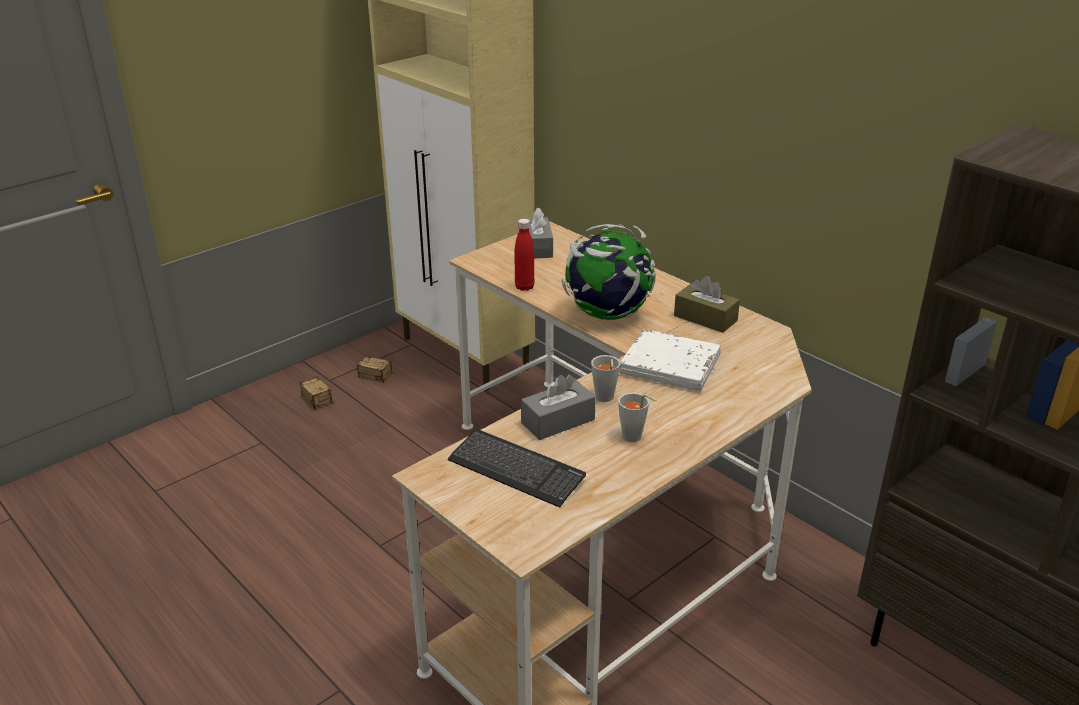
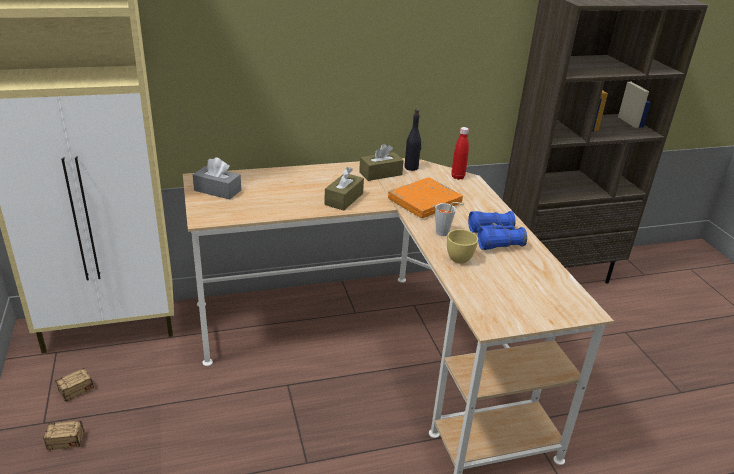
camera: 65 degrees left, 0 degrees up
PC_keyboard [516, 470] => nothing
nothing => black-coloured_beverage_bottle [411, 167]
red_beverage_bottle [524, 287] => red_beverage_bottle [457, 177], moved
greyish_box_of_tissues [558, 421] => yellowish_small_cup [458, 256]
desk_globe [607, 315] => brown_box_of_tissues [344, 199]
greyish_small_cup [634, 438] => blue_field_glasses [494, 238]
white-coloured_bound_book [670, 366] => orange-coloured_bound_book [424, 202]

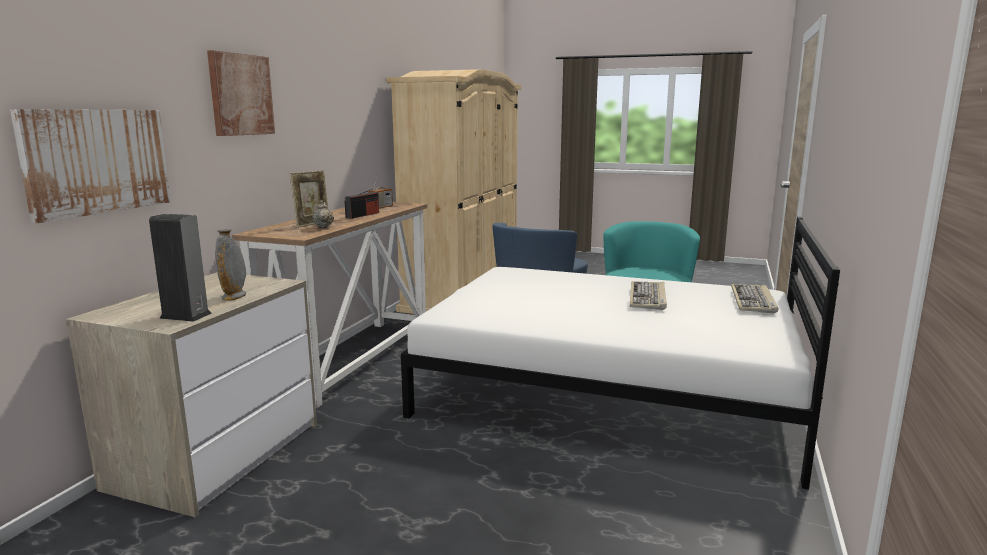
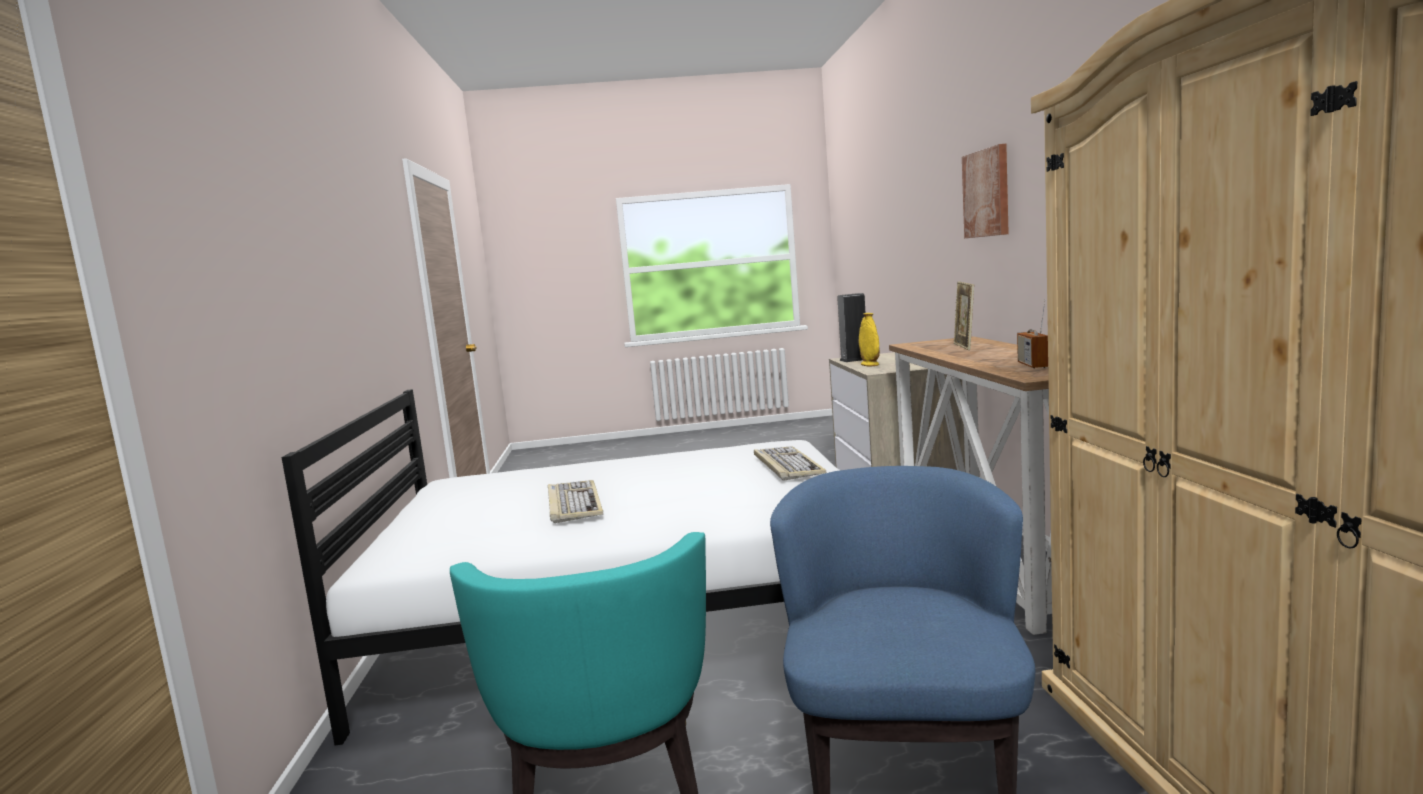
camera: 155 degrees right, 5 degrees down
picture [97, 161] => nothing
beige-coloured_teapot [324, 227] => nothing
radio_set [362, 215] => nothing
PC_keyboard [753, 301] => PC_keyboard [786, 466], moved
greyish_decorative_vase [234, 296] => yellowish_decorative_vase [870, 365]

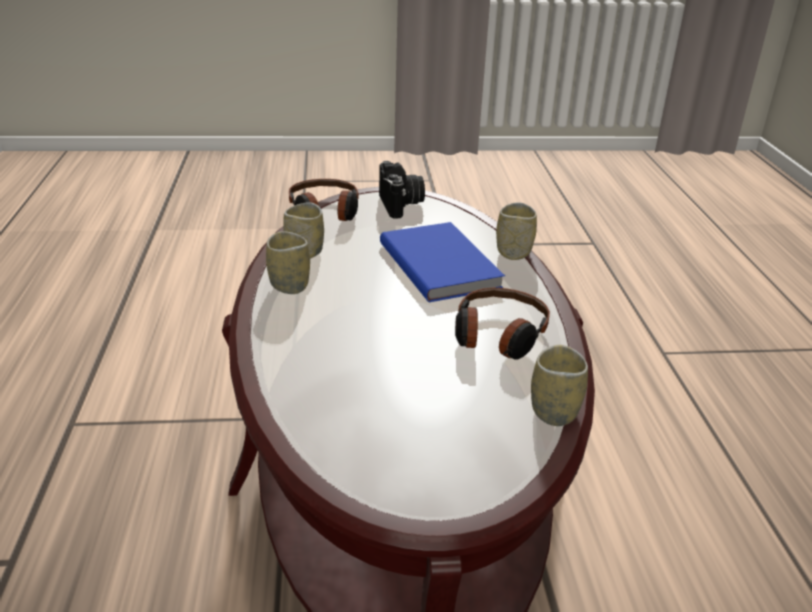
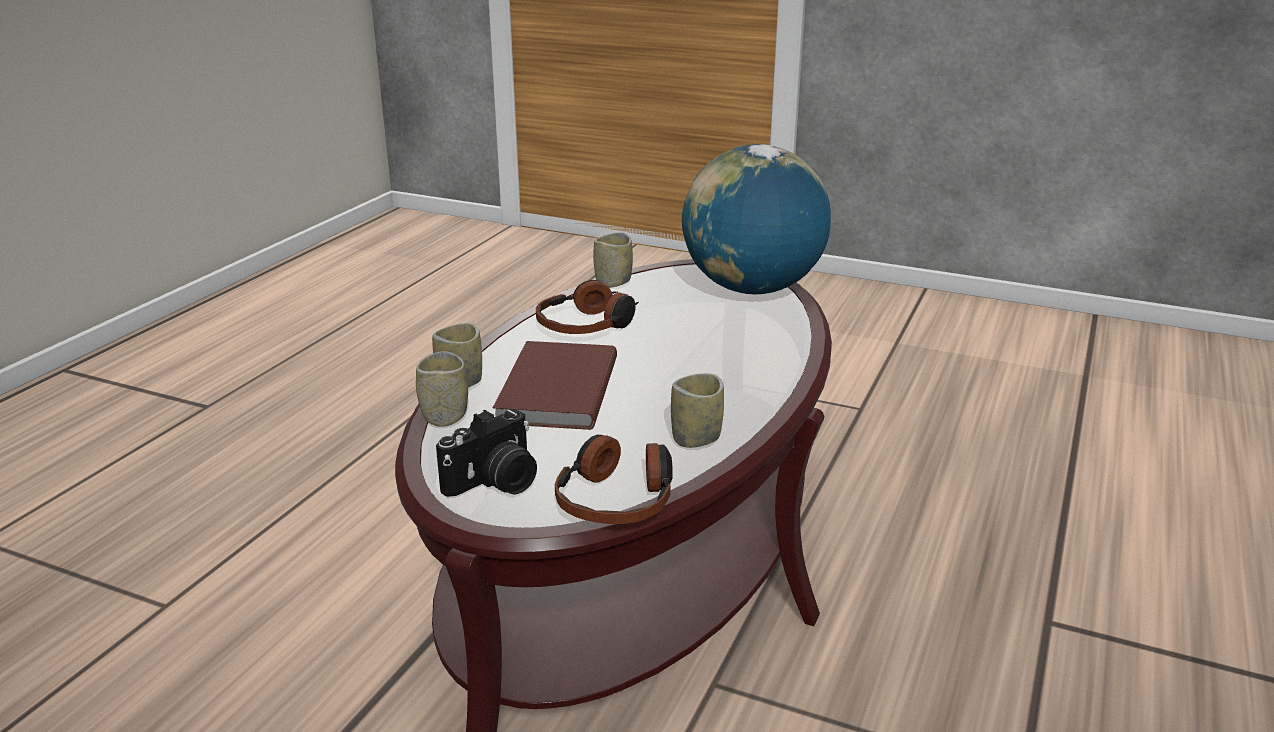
camera: 150 degrees left, 5 degrees down
nothing => desk_globe [752, 288]
small_cup [289, 285] => small_cup [444, 416], moved
blue_bound_book [441, 264] => brown_bound_book [554, 391]
still_camera [401, 205] => still_camera [495, 483], 150 degrees counterclockwise

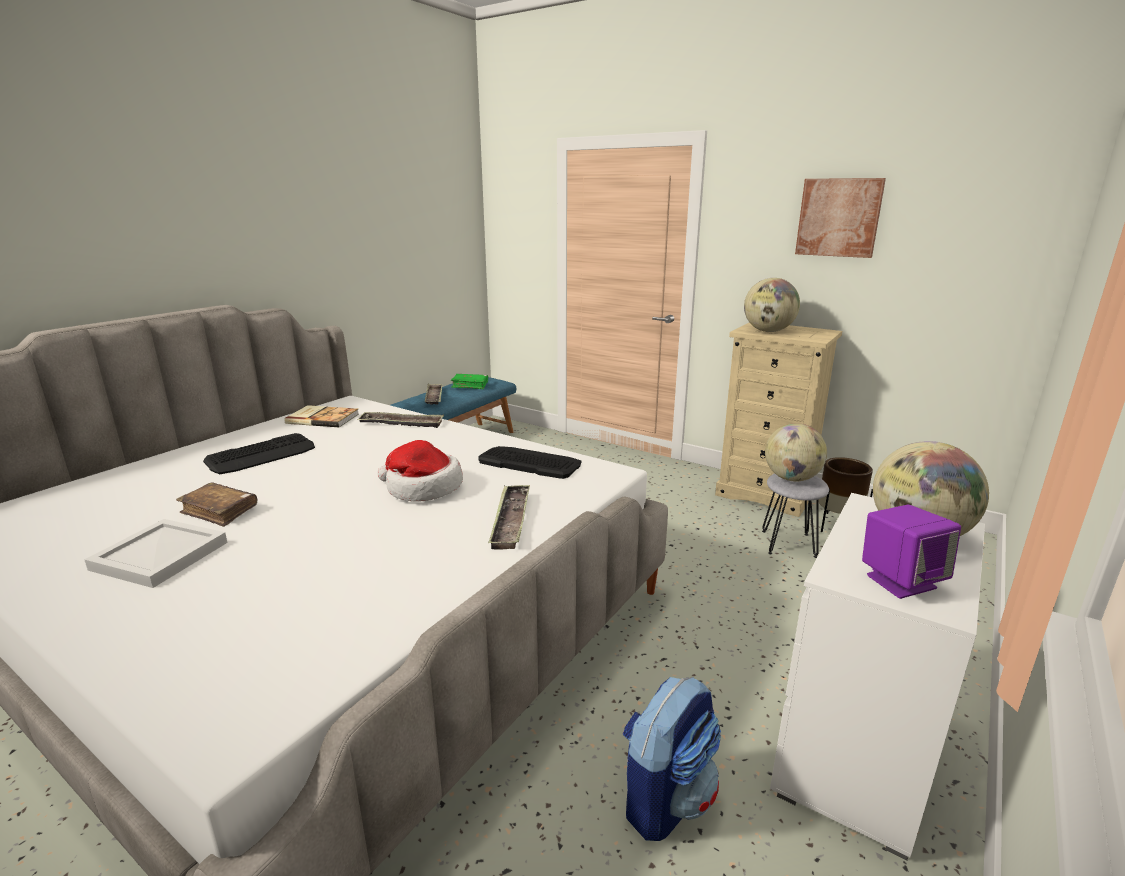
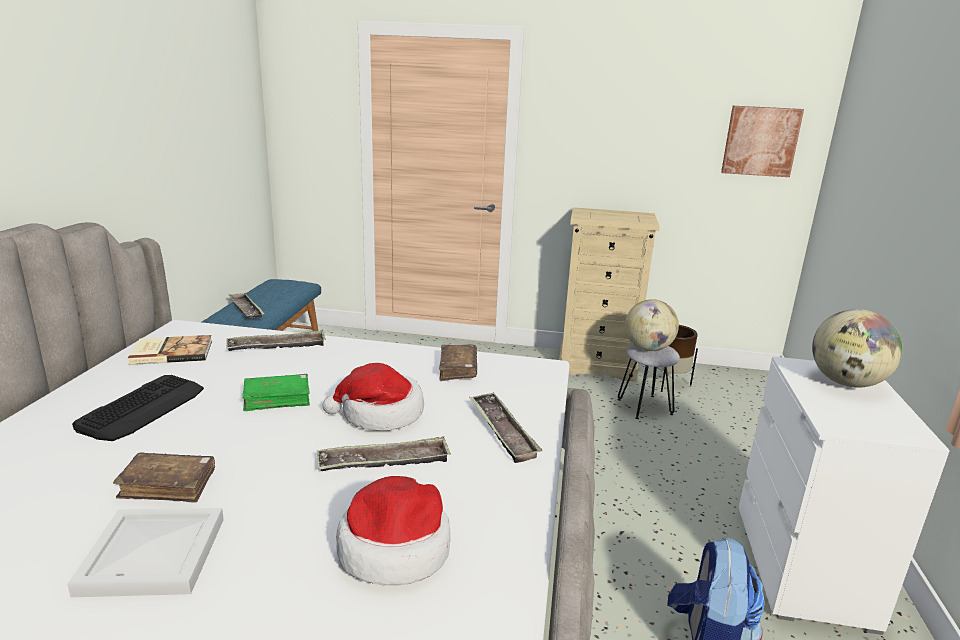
camera: 25 degrees left, 0 degrees up
desk_globe [768, 331] => nothing
purplish_audio_speaker [900, 581] => nothing
nothing => tray [384, 462]
nothing => clothing_hat [395, 548]
green-coloured_bound_book [470, 385] => green-coloured_bound_book [277, 399], moved
picture [838, 217] => picture [760, 141], moved
PC_keyboard [529, 462] => brown_bound_book [458, 369]

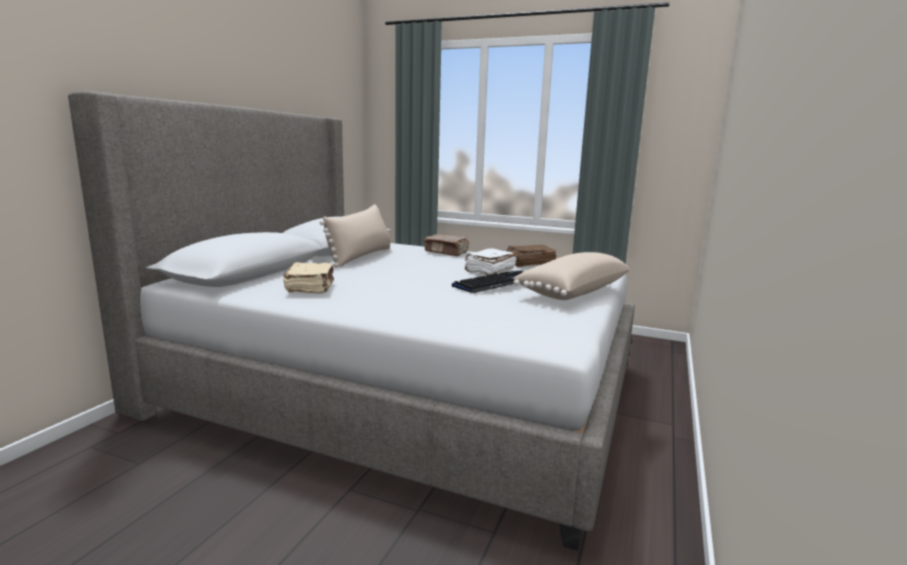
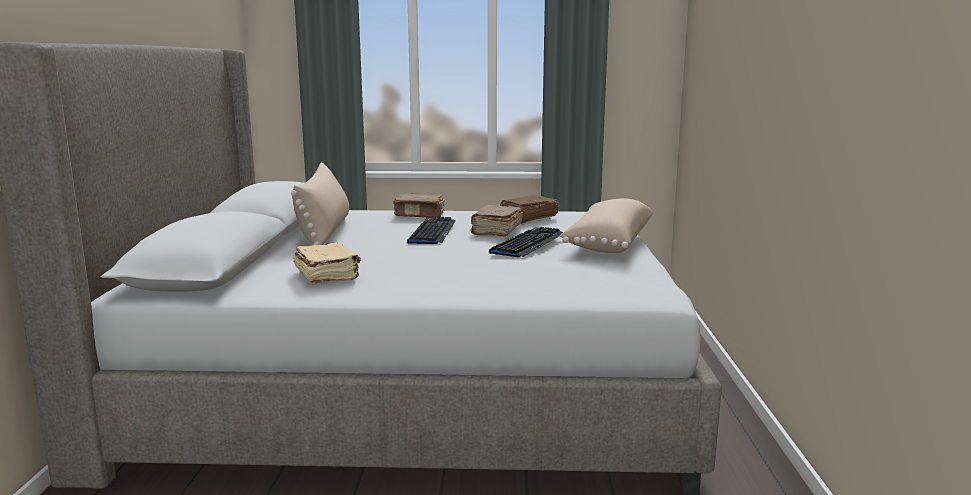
camera: 20 degrees left, 0 degrees up
nothing => PC_keyboard [432, 232]
white-coloured_bound_book [489, 270] => brown_bound_book [496, 230]

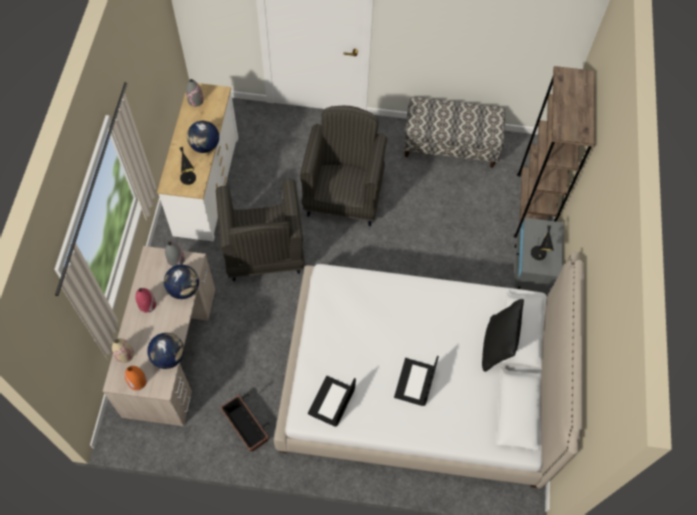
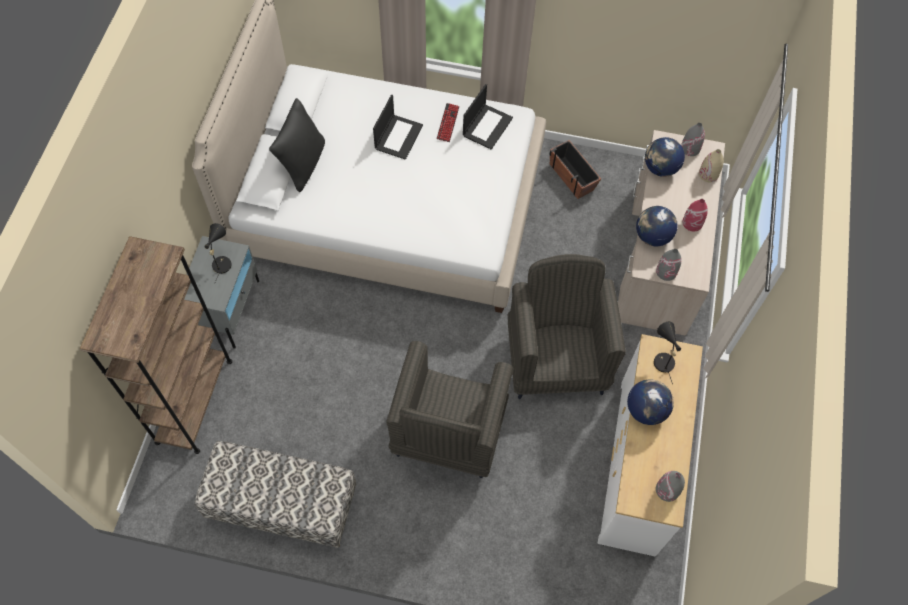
camera: 175 degrees left, 0 degrees up
nothing => PC_keyboard [448, 123]
orange-coloured_decorative_vase [137, 381] => greyish_decorative_vase [690, 148]

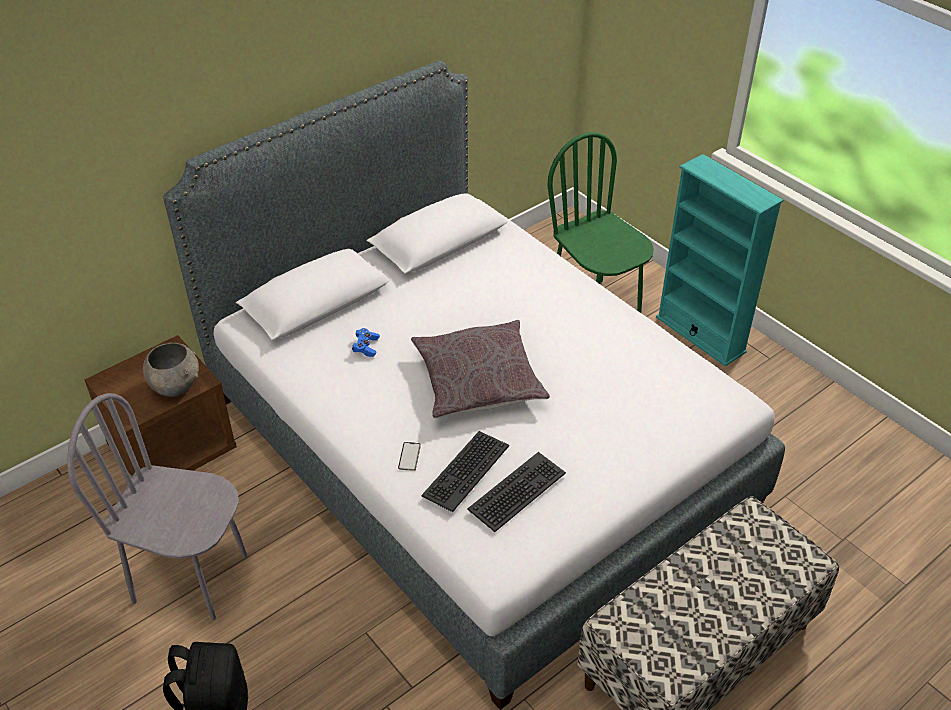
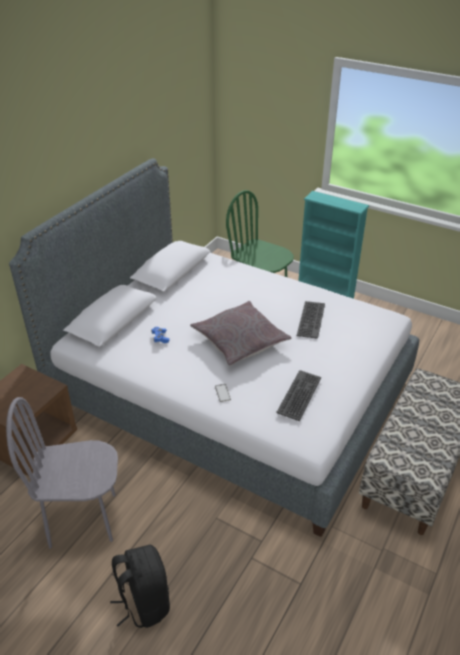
camera: 20 degrees left, 5 degrees down
greyish_deep_dish [176, 386] => nothing
PC_keyboard [465, 470] => PC_keyboard [310, 319], moved

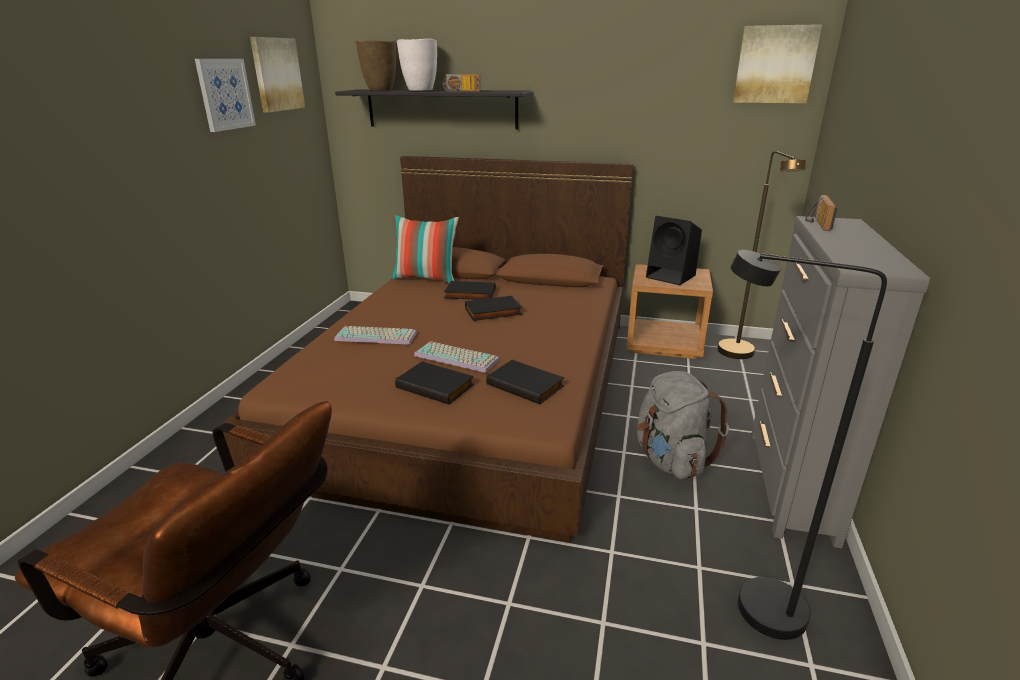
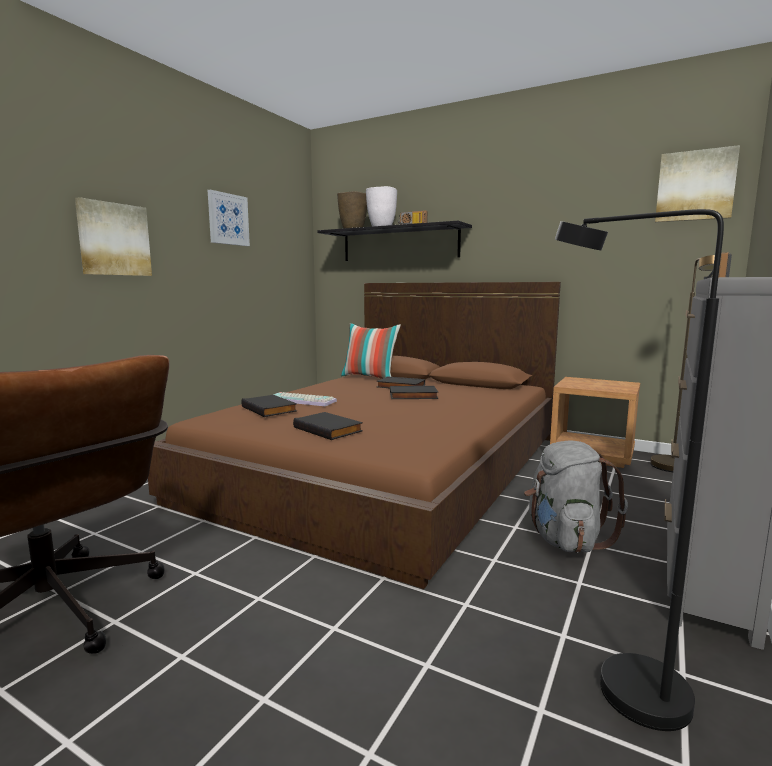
camera: 15 degrees right, 15 degrees down
PC_keyboard [458, 357] => nothing
black-coloured_audio_speaker [672, 276] => nothing
picture [276, 74] => picture [114, 239], moved
black-coloured_bound_book [526, 384] => black-coloured_bound_book [270, 409], moved

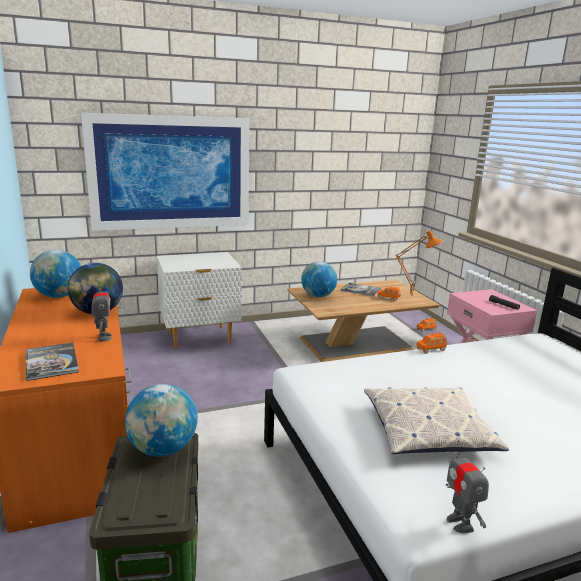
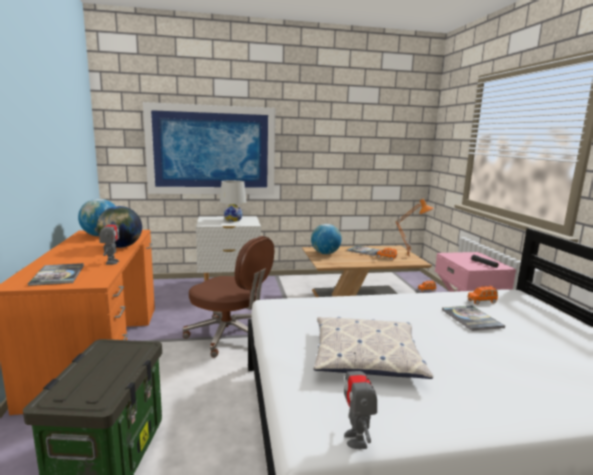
camera: 10 degrees right, 5 degrees down
desk_globe [163, 449] => nothing
nothing => brown_office_chair [229, 336]
nothing => white-coloured_tabletop_lamp [233, 220]
nothing => bound_book [471, 318]
orange-coloured_model_car [431, 349] => orange-coloured_model_car [482, 301], moved

